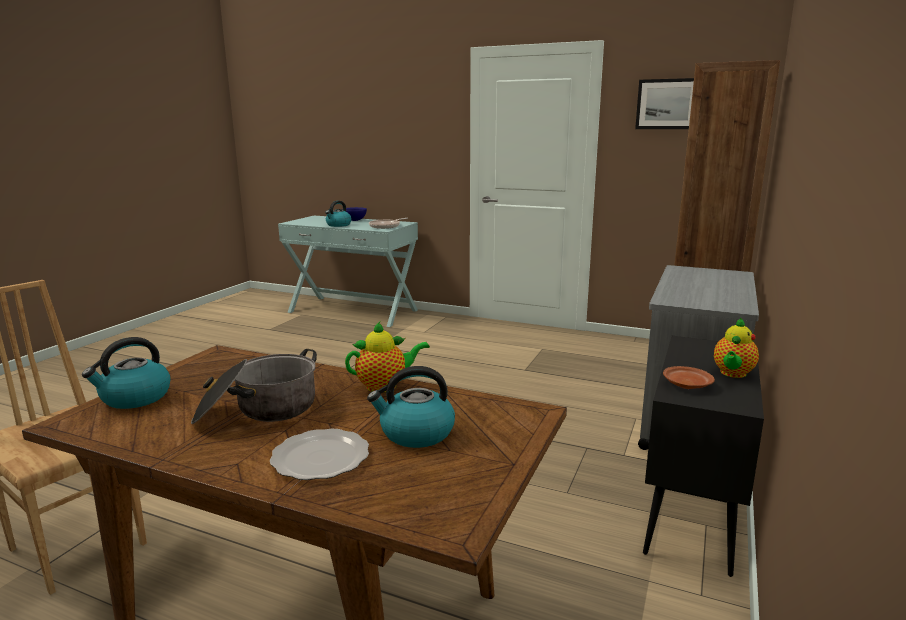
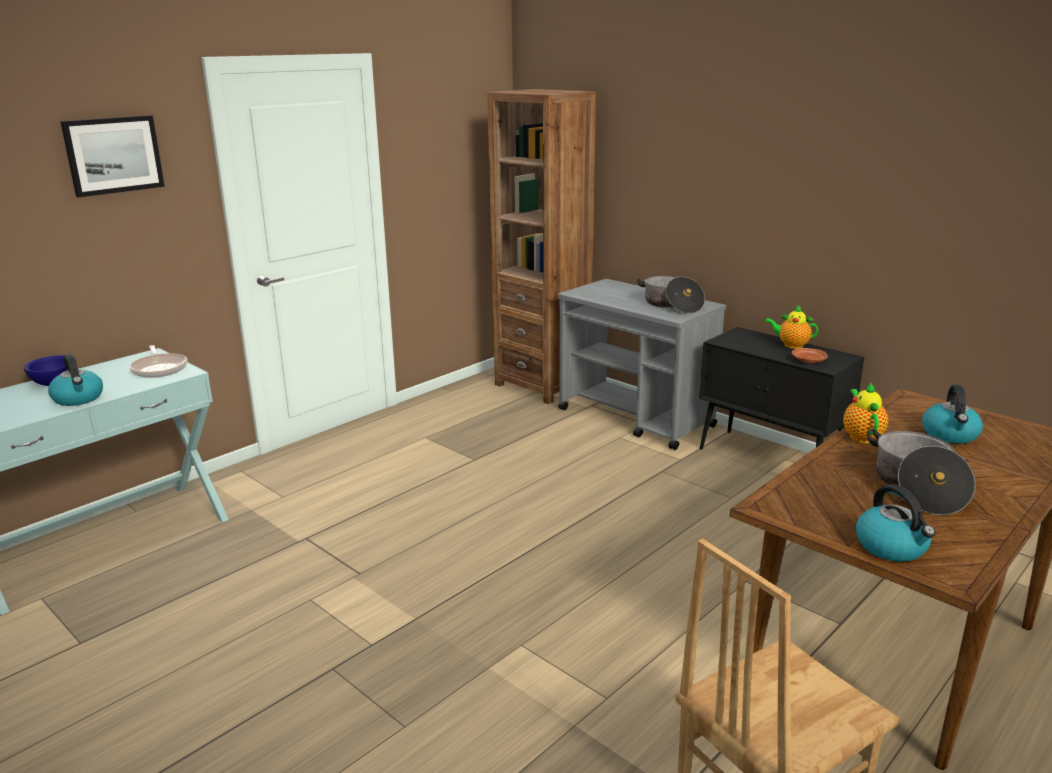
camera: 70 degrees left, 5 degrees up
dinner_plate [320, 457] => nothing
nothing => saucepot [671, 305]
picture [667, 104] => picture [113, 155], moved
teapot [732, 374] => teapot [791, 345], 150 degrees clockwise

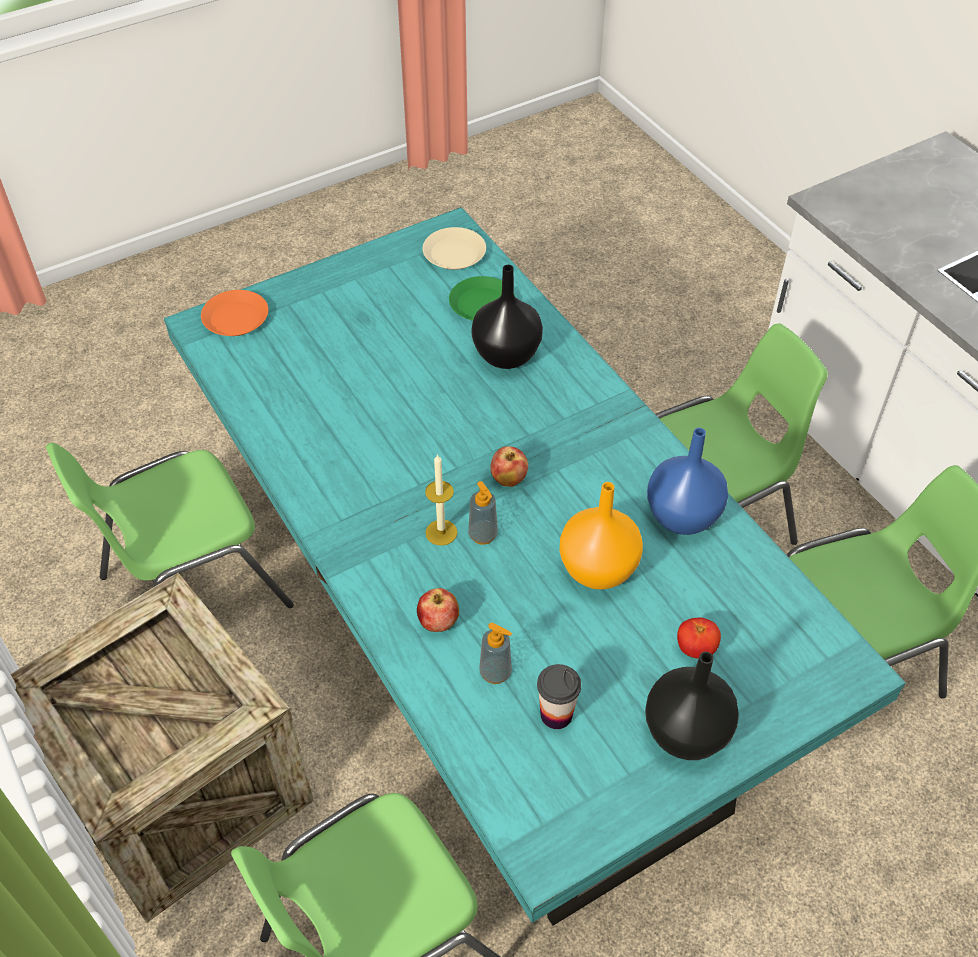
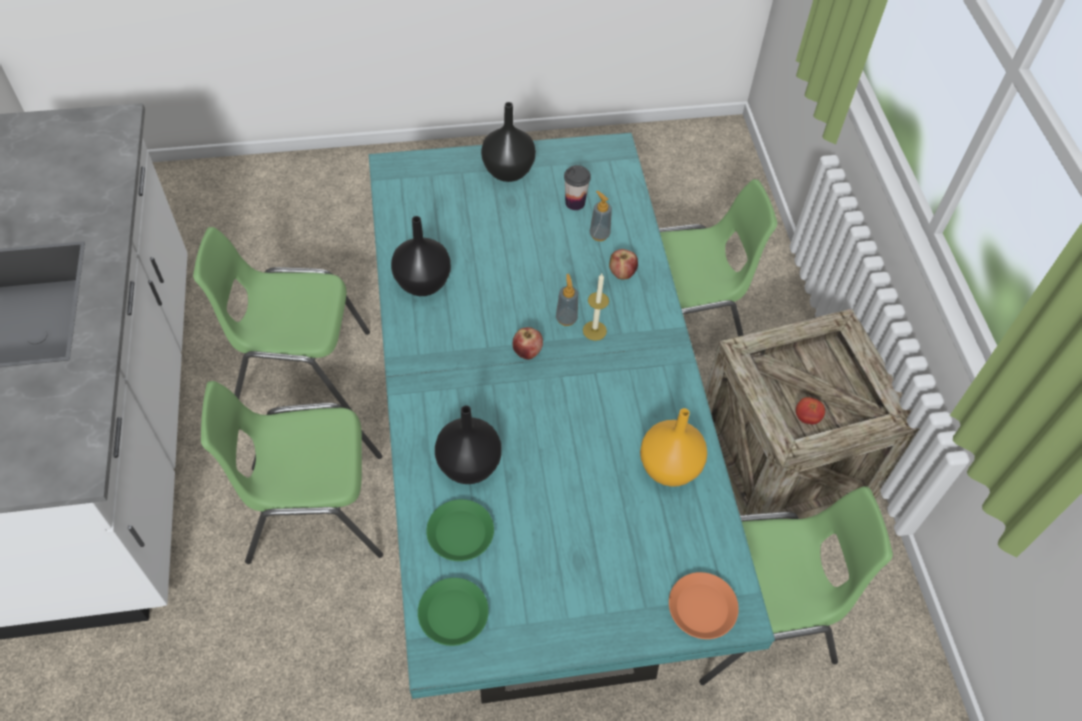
camera: 160 degrees left, 5 degrees up
orange-coloured_decorative_vase [598, 571] => orange-coloured_decorative_vase [669, 466], moved
whole_tomato [696, 648] => whole_tomato [807, 417], moved
beige-coloured_dinner_plate [454, 254] => green-coloured_dinner_plate [453, 613]
blue_decorative_vase [684, 517] => black-coloured_decorative_vase [422, 282]

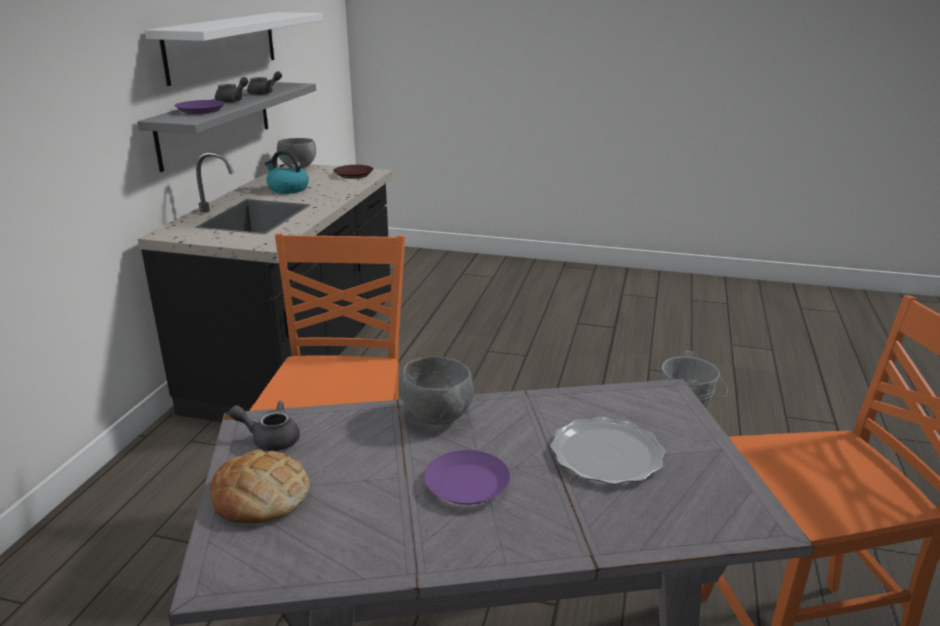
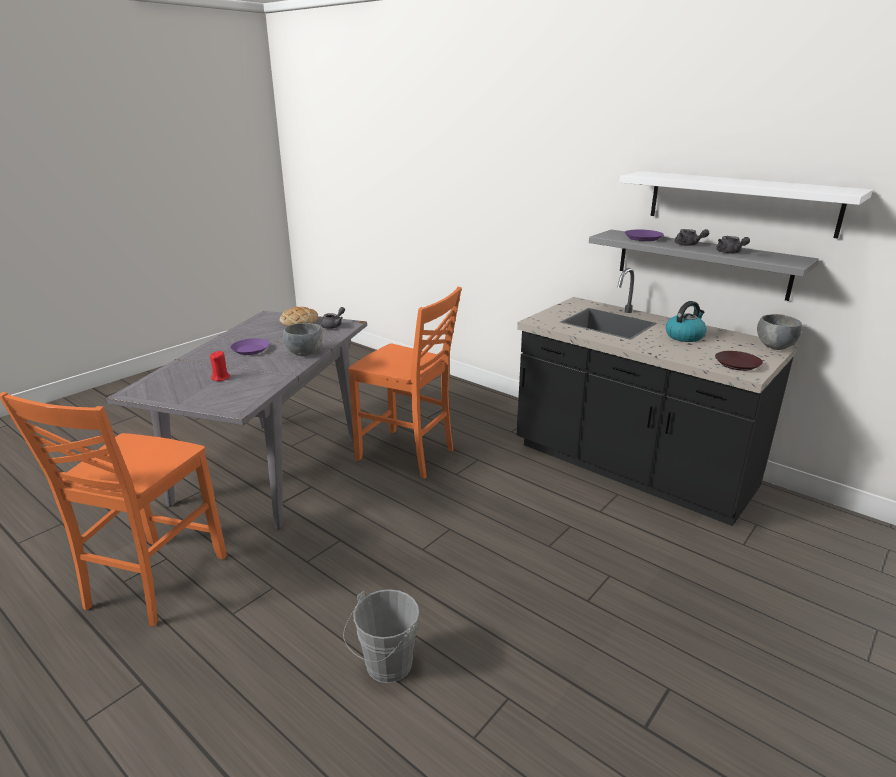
camera: 115 degrees right, 0 degrees up
dinner_plate [607, 454] => red_candle [221, 378]

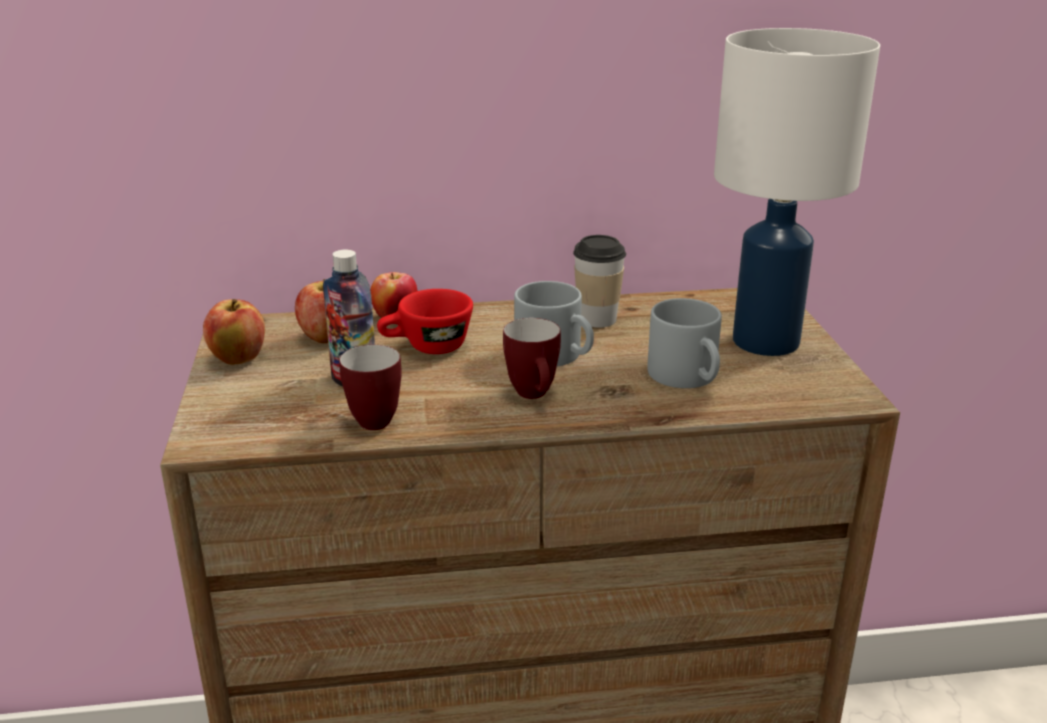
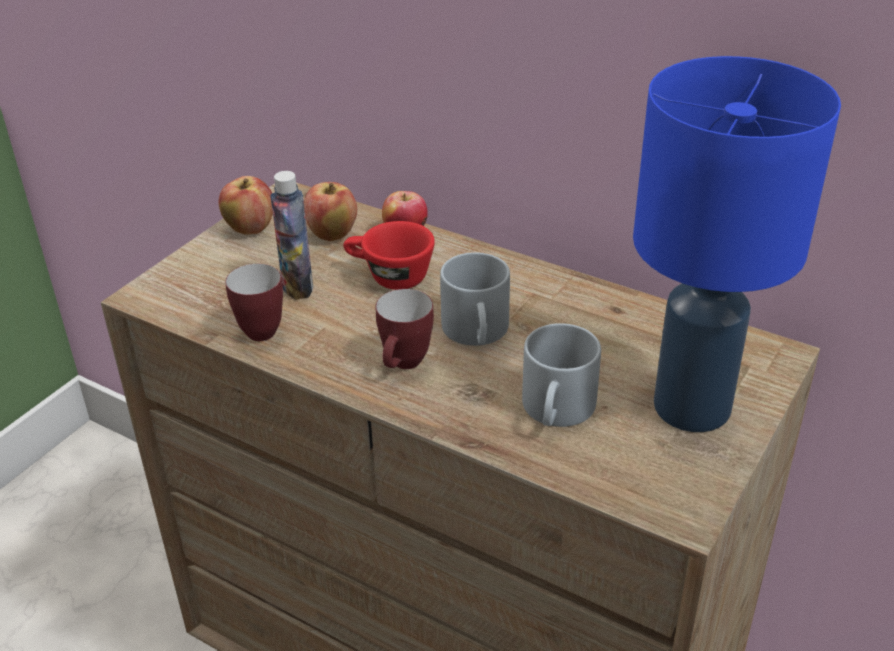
camera: 40 degrees right, 10 degrees up
small_cup [597, 319] => nothing
white-coloured_tabletop_lamp [766, 341] => blue_tabletop_lamp [694, 406]

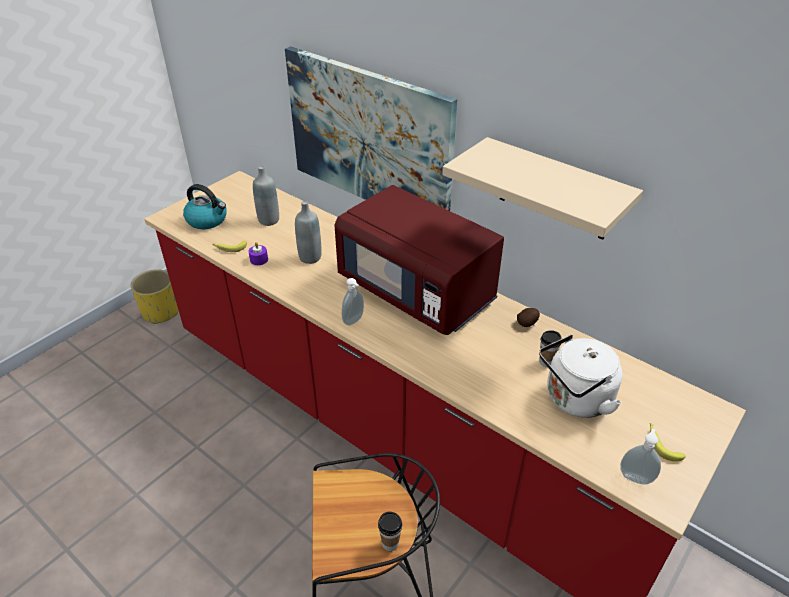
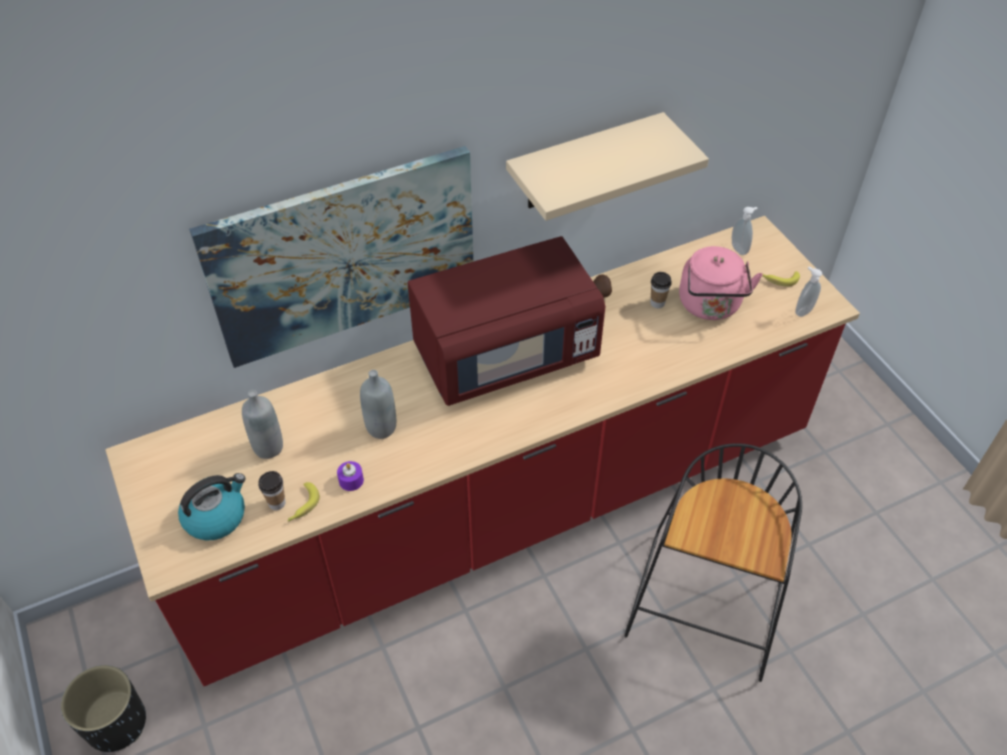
camera: 65 degrees left, 10 degrees up
soap_bottle [354, 321] => soap_bottle [740, 249], moved
small_cup [390, 543] => small_cup [277, 503], moved
yellowish_planter [161, 312] => black-coloured_planter [117, 723]
white-coloured_water_kettle [575, 400] => pink_water_kettle [710, 306]

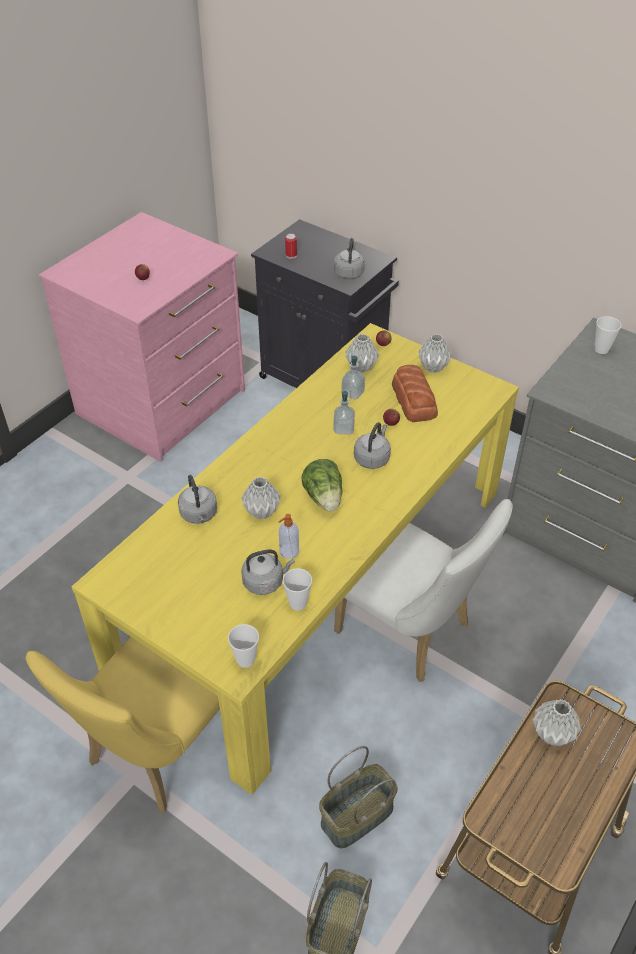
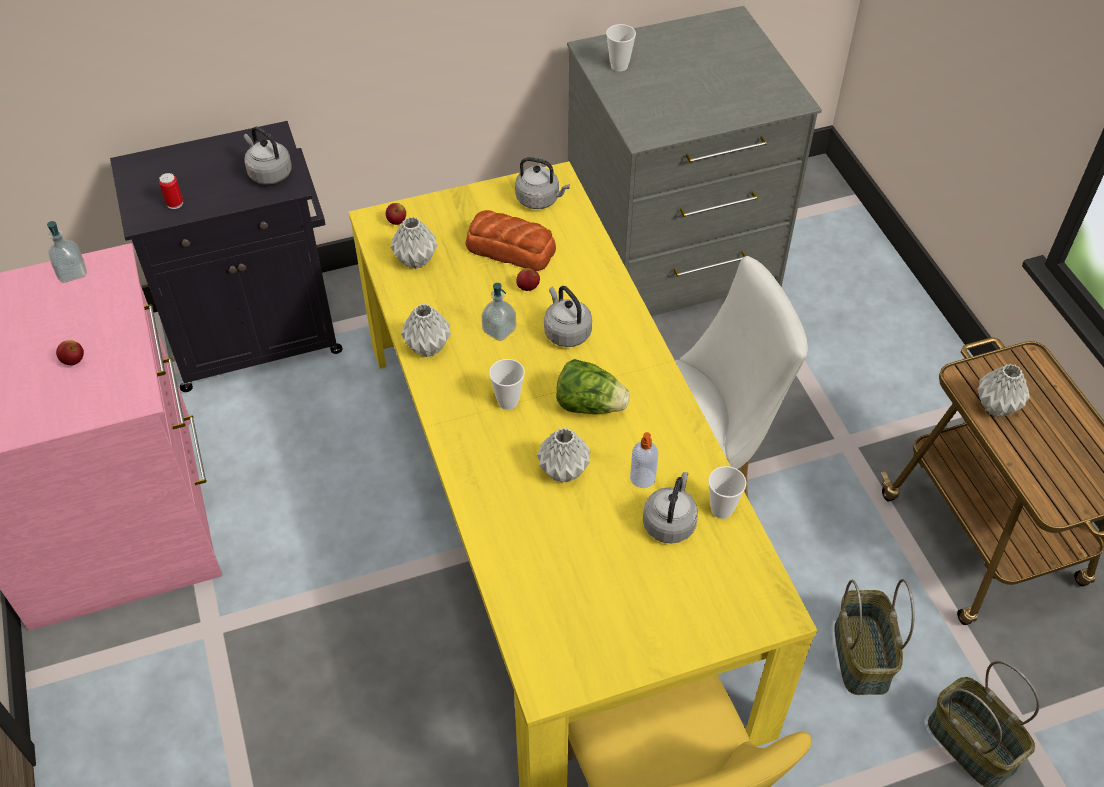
camera: 55 degrees left, 5 degrees up
greyish_water_kettle [199, 515] => greyish_water_kettle [540, 199], moved
small_cup [245, 660] => small_cup [508, 401], moved
soap_bottle [353, 393] => soap_bottle [72, 272], moved
greyish_decorative_vase [432, 367] => greyish_decorative_vase [427, 348], moved

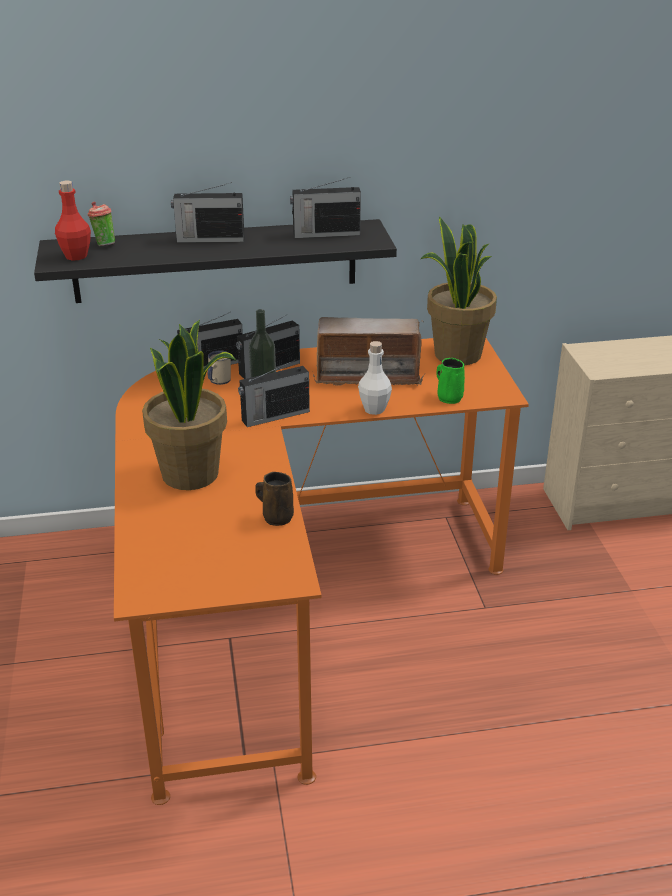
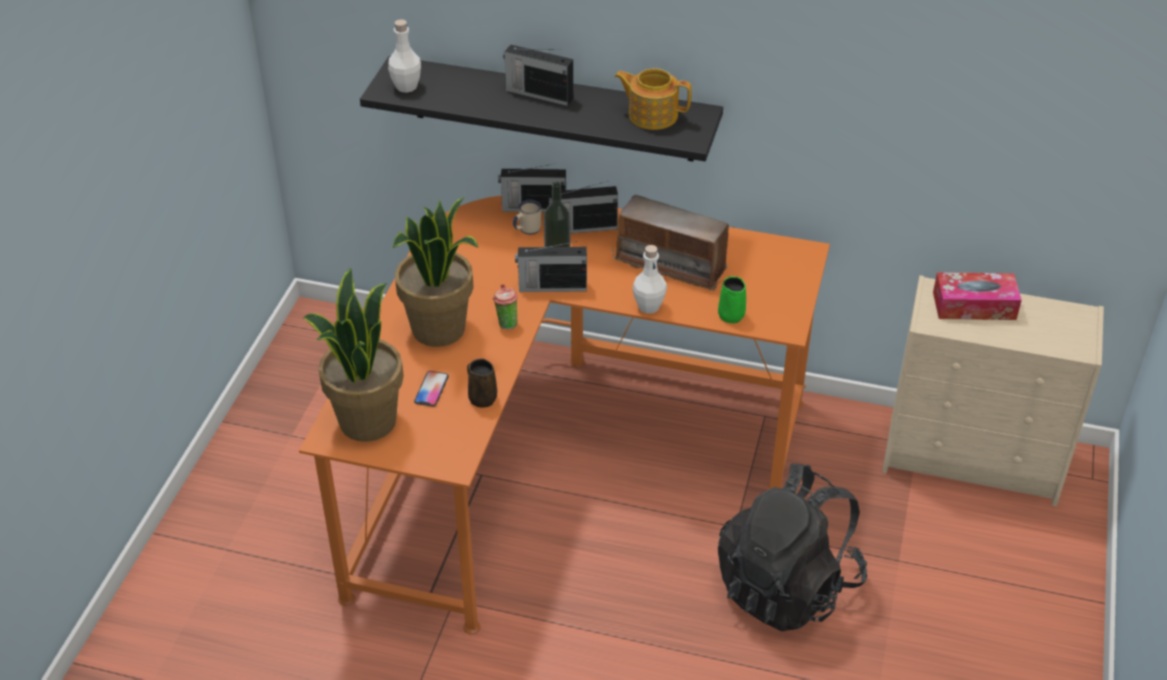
camera: 25 degrees right, 10 degrees up
nothing => phone [431, 389]
nothing => black-coloured_backpack [787, 586]
nothing => box_of_tissues [974, 306]
small_cup [103, 244] => small_cup [506, 323], moved
plant_in_a_pot [456, 354] => plant_in_a_pot [366, 421], moved
radio_set [325, 234] => teapot [652, 115]
red_beverage_bottle [76, 256] => white-coloured_beverage_bottle [406, 86]

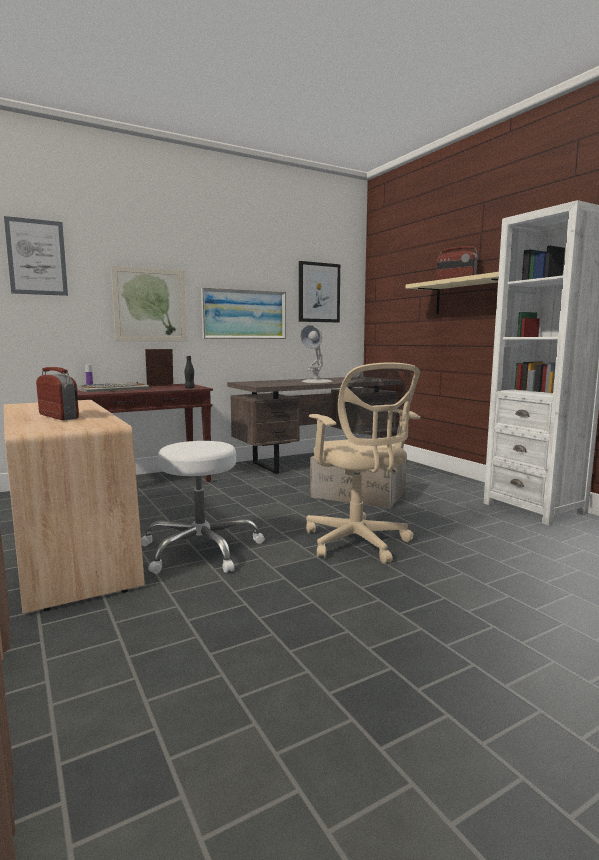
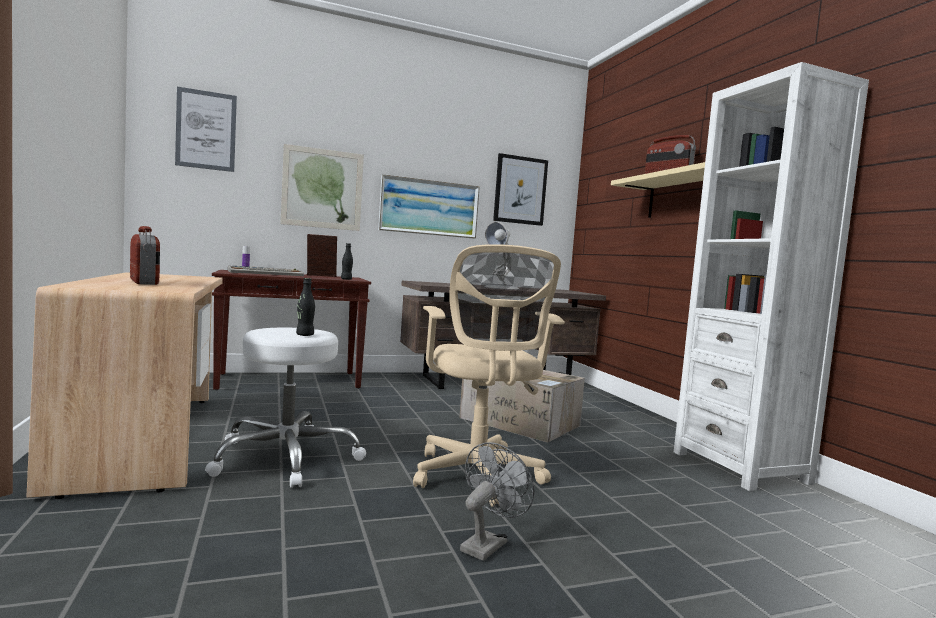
camera: 10 degrees right, 5 degrees down
nothing => black-coloured_beverage_bottle [305, 335]
nothing => greyish_electric_fan [487, 543]

